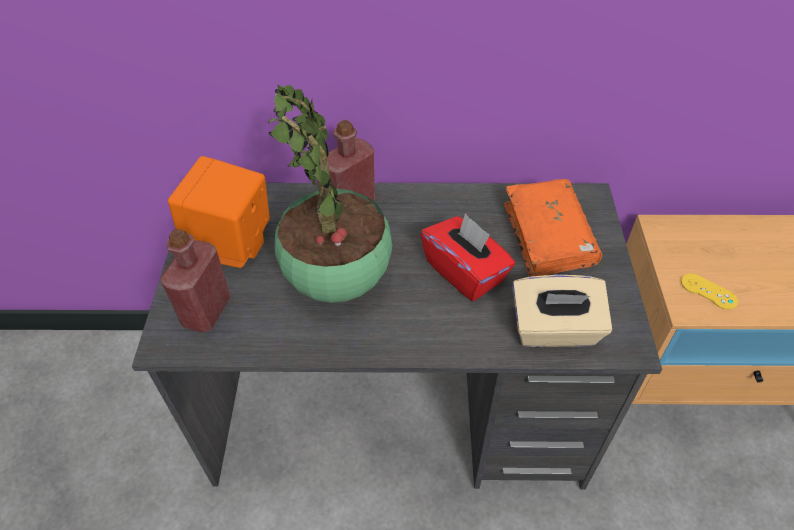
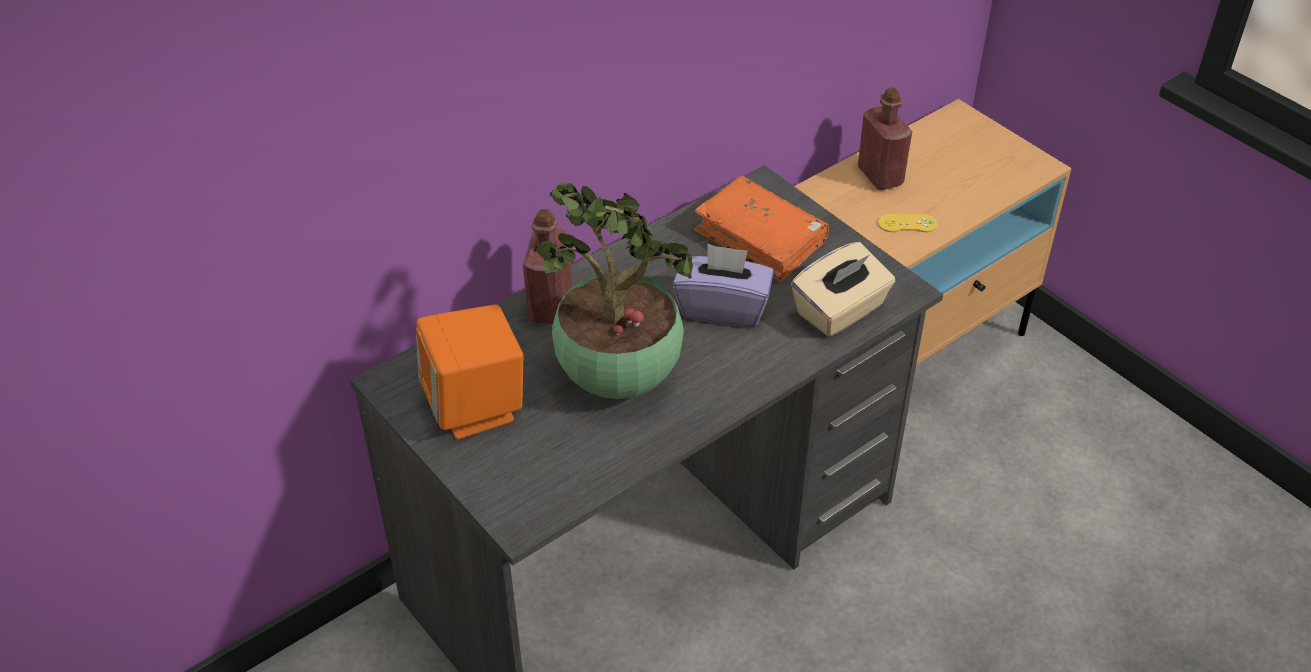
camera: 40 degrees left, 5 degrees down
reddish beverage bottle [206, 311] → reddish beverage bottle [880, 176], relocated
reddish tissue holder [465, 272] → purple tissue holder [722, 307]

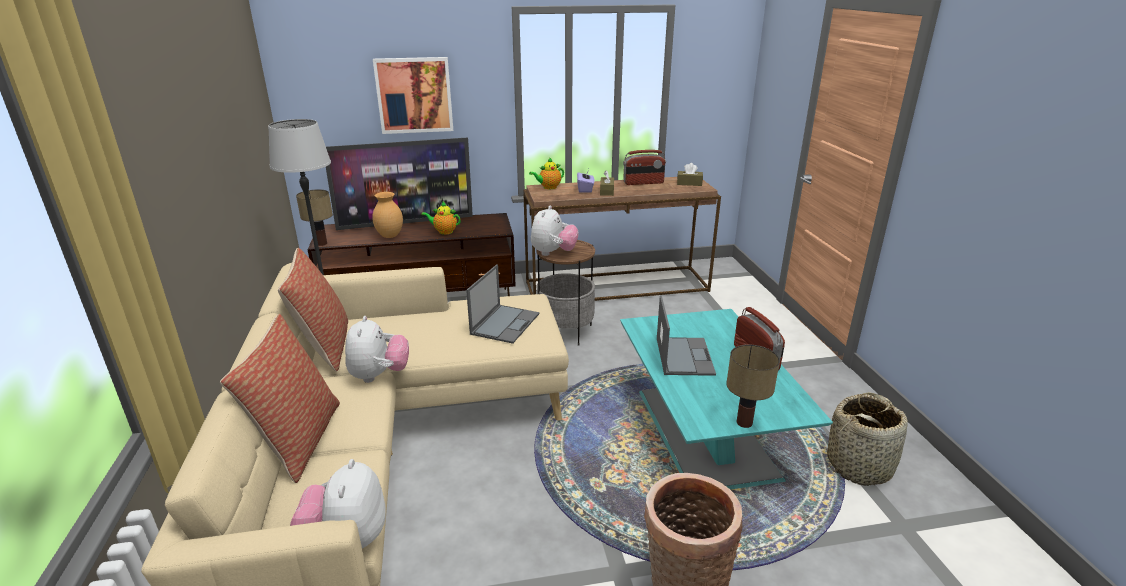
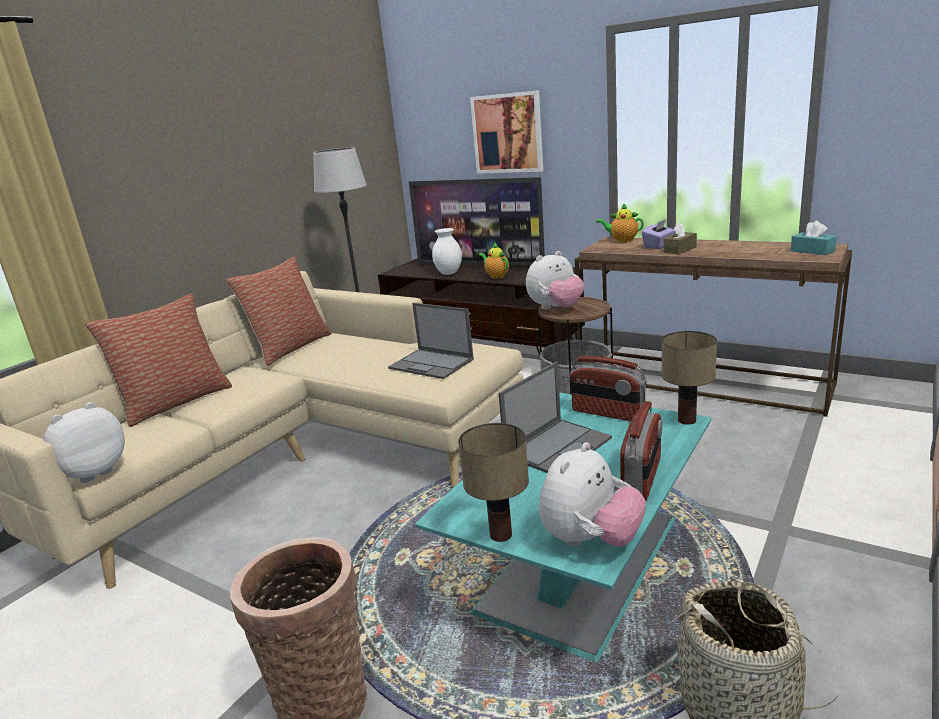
camera: 45 degrees right, 5 degrees down
lamp for a table [322, 243] → lamp for a table [688, 420], relocated
soft toy [379, 375] → soft toy [591, 540], relocated
brown-coloured vase [390, 236] → whitish vase [449, 273]
notebook computer [505, 323] → notebook computer [432, 364], 60 degrees clockwise
radio receiver [643, 183] → radio receiver [607, 413], relocated
brown-coloured tissue holder [689, 183] → blue-green tissue holder [812, 251]

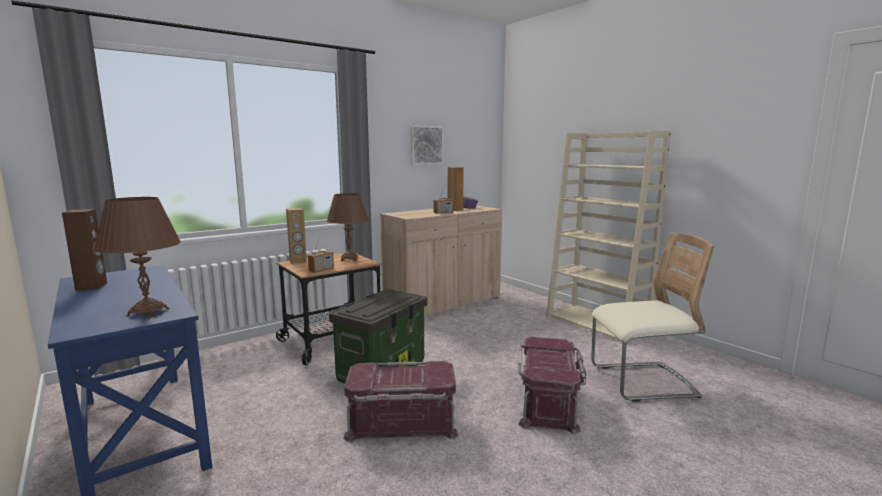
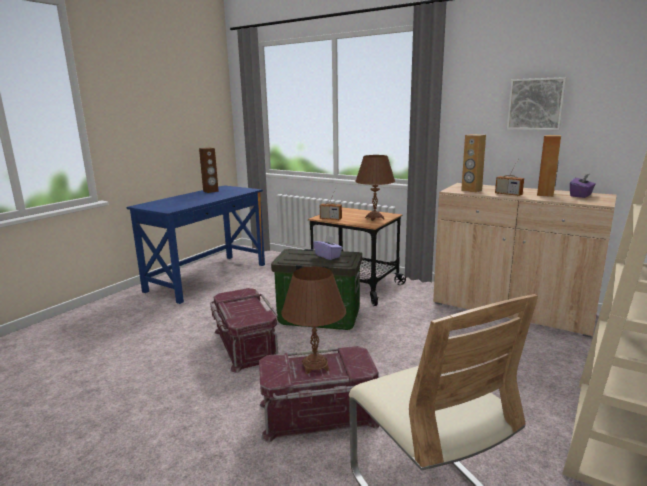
camera: 70 degrees right, 5 degrees up
brown-coloured lamp for a table [148, 312] → brown-coloured lamp for a table [315, 366], relocated
brown-coloured speaker [298, 261] → brown-coloured speaker [471, 190], relocated
- → purple tissue holder [328, 256]

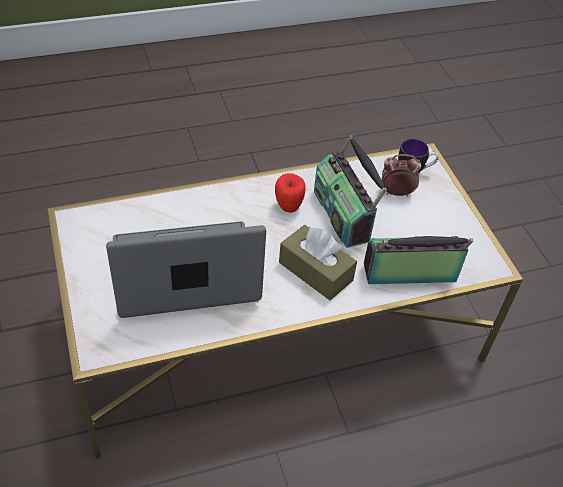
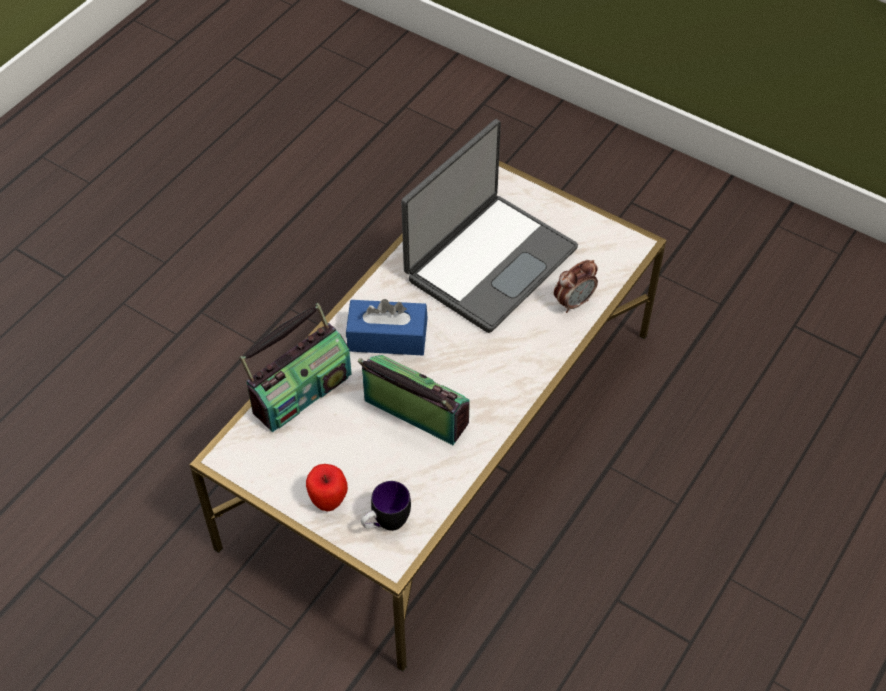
camera: 145 degrees right, 5 degrees up
whole apple [288, 207] → whole apple [328, 501], relocated
brown-coloured tissue holder [315, 271] → blue tissue holder [387, 337]
alarm clock [396, 192] → alarm clock [574, 302], relocated

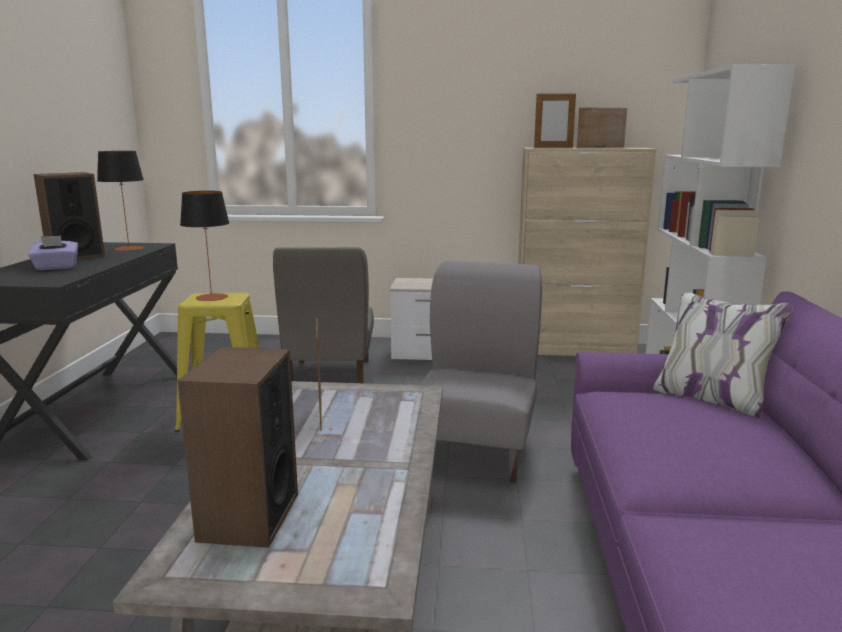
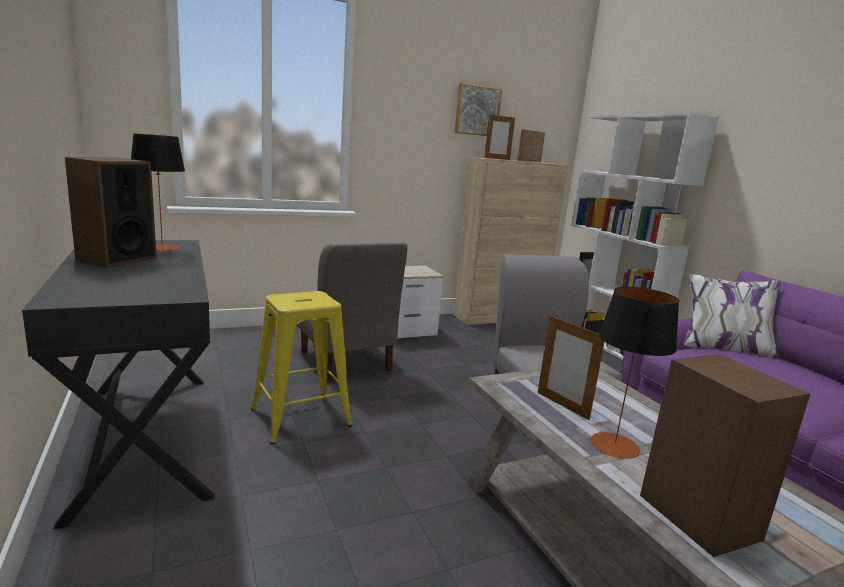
camera: 30 degrees left, 0 degrees up
purple tissue holder [56, 267] → -
lamp for a table [211, 297] → lamp for a table [614, 445], relocated
- → picture [477, 110]

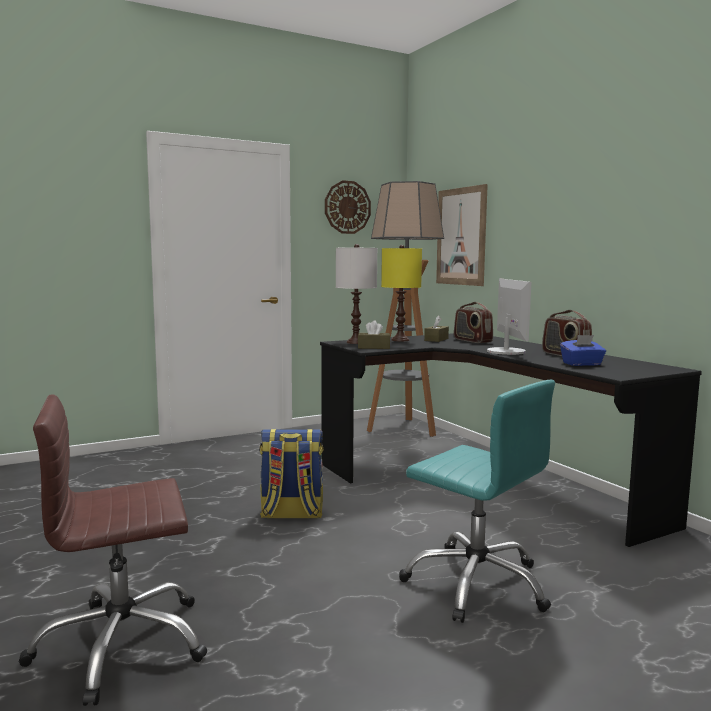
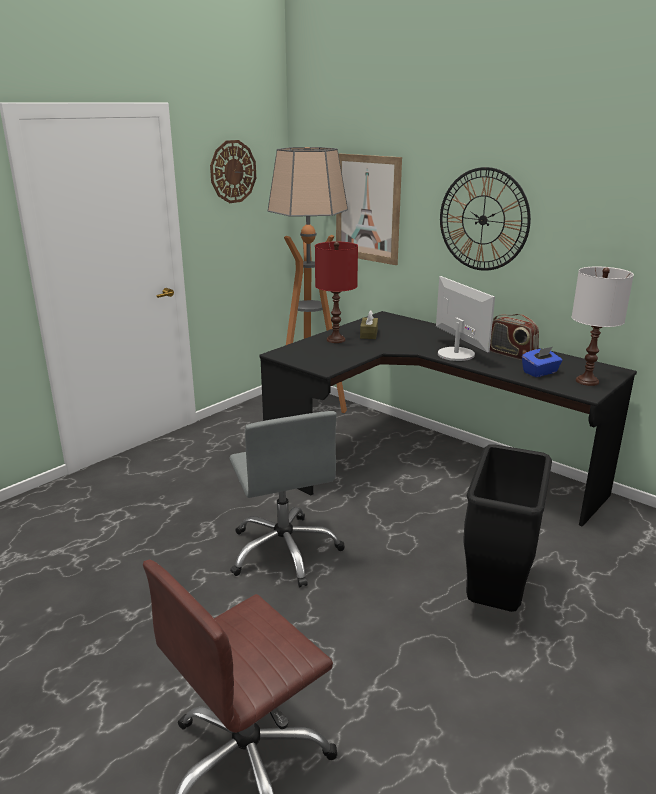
camera: 20 degrees left, 15 degrees up
rucksack [291, 514] → grey computer chair [285, 551]
whitish lamp for a table [356, 342] → whitish lamp for a table [587, 381], relocated
brown-coloured tissue holder [374, 347] → -
yellow lamp for a table [400, 340] → reddish lamp for a table [336, 340]
blue-green computer chair [476, 583] → black-coloured trash can [496, 599]
radio receiver [472, 341] → -
- → hanging clock [483, 220]

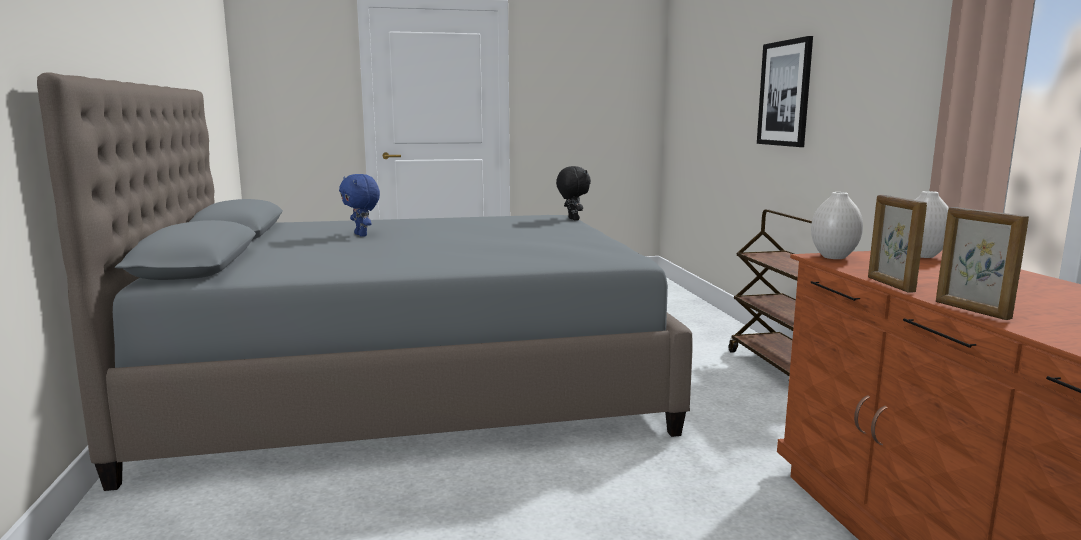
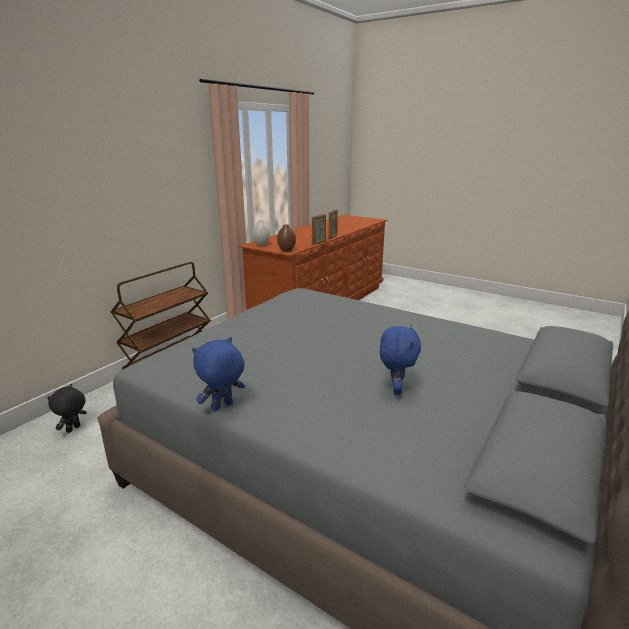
camera: 135 degrees left, 10 degrees up
black-coloured soft toy [572, 219] → black-coloured soft toy [74, 429], relocated
picture [785, 93] → -
whitish vase [833, 257] → brown-coloured vase [286, 250]
- → blue soft toy [222, 407]

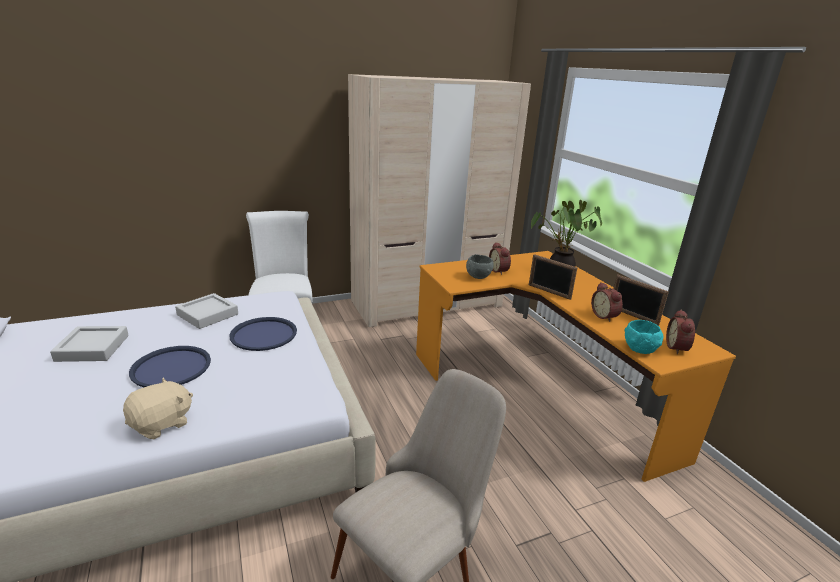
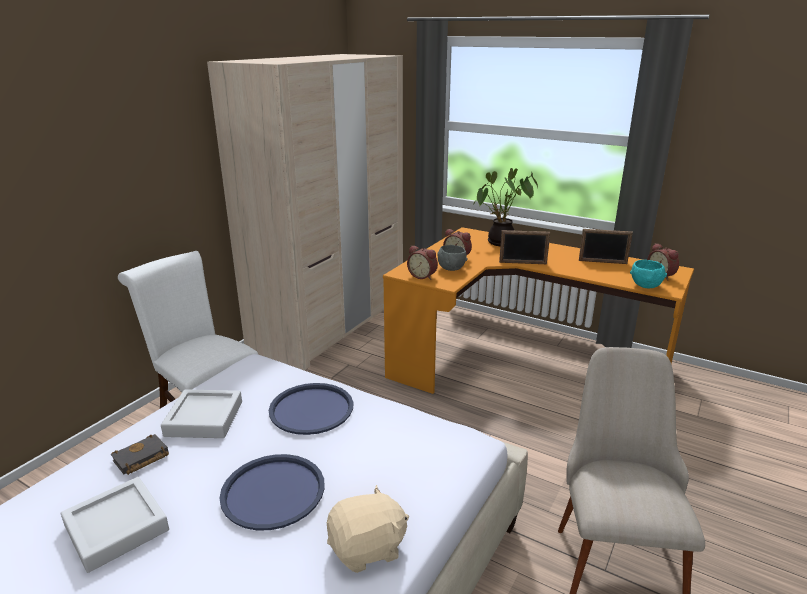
camera: 35 degrees left, 0 degrees up
sand-coloured soft toy [162, 424] → sand-coloured soft toy [367, 548], 60 degrees clockwise
alarm clock [605, 316] → alarm clock [423, 276], relocated
- → black-coloured book [140, 459]

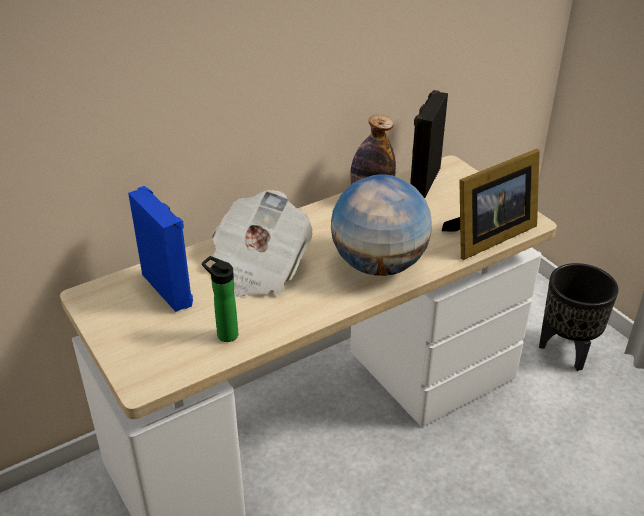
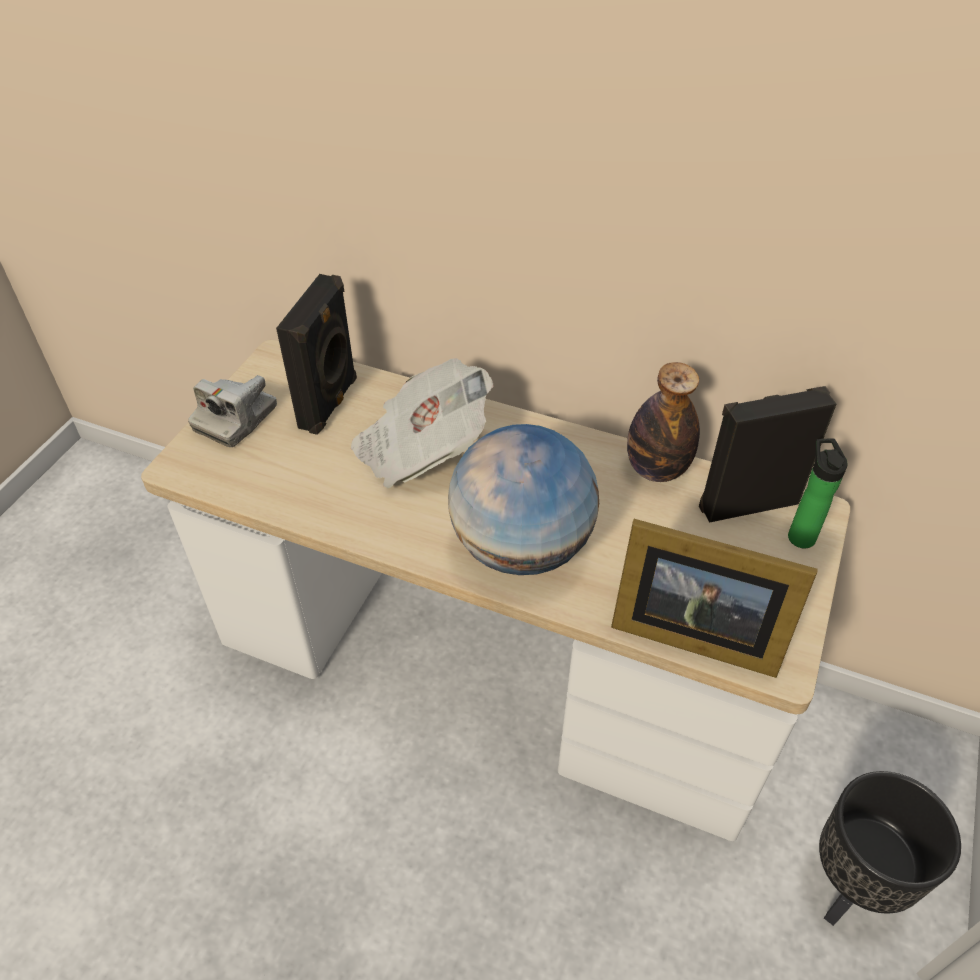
camera: 55 degrees right, 10 degrees up
blue speaker [169, 289] → black-coloured speaker [330, 403]
beverage bottle [225, 334] → beverage bottle [800, 534], relocated
- → photo camera [236, 419]

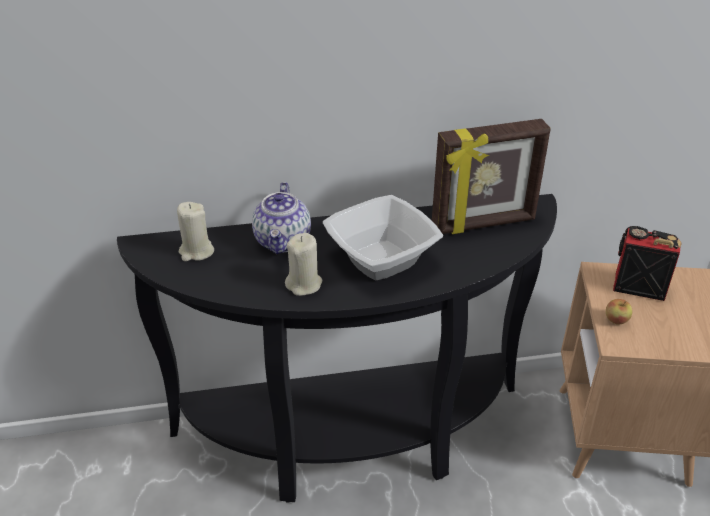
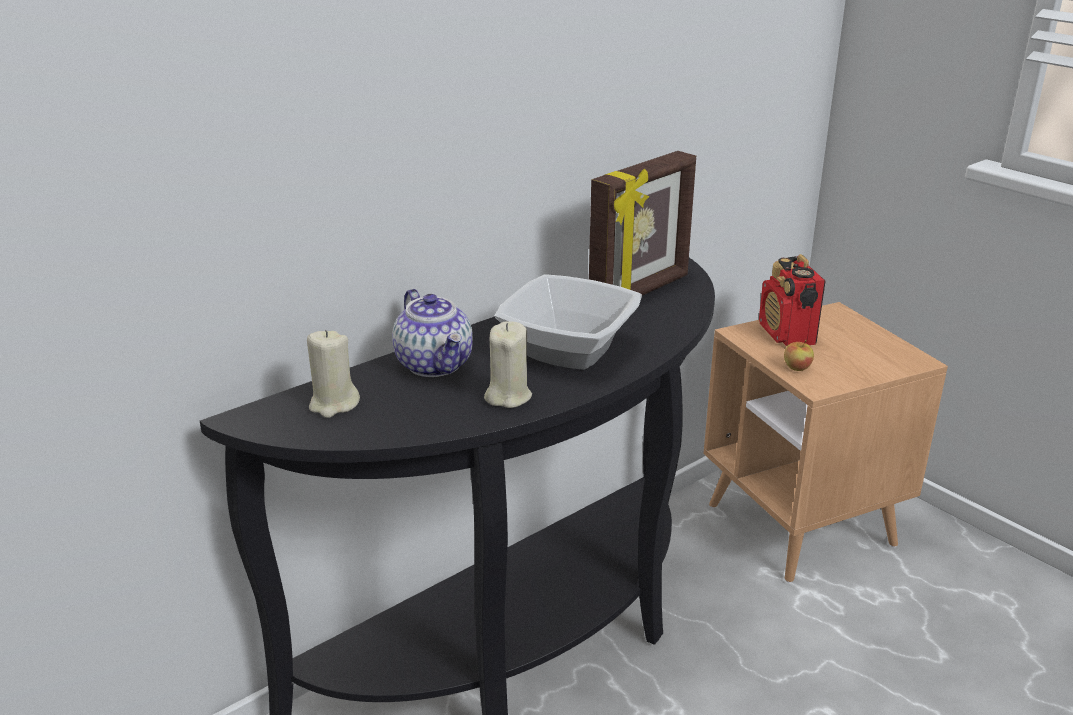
camera: 30 degrees left, 10 degrees down
radio receiver [637, 286] → radio receiver [787, 334], 90 degrees counterclockwise

